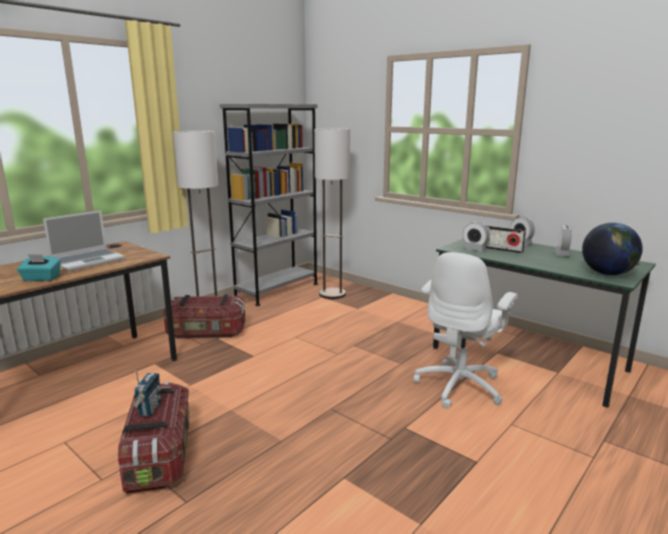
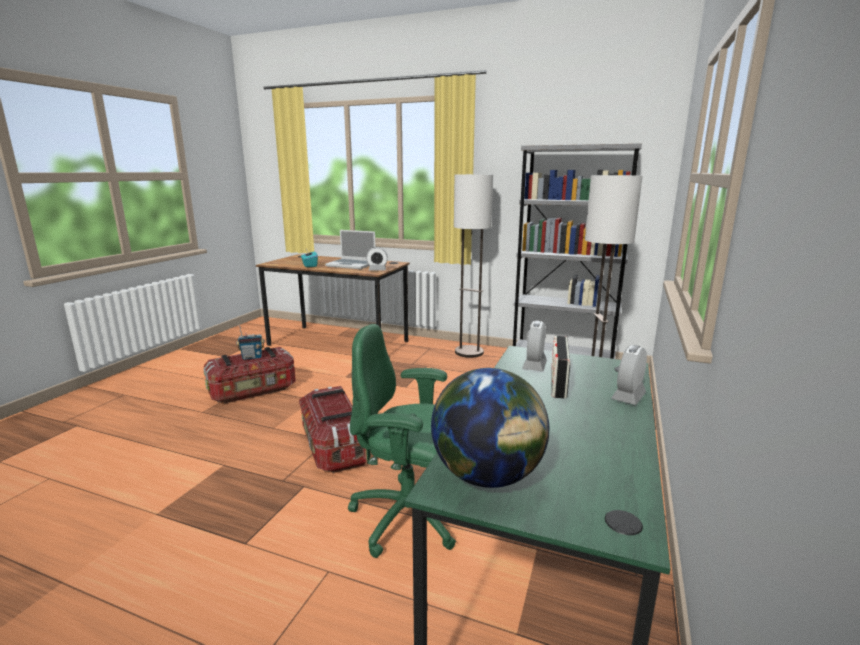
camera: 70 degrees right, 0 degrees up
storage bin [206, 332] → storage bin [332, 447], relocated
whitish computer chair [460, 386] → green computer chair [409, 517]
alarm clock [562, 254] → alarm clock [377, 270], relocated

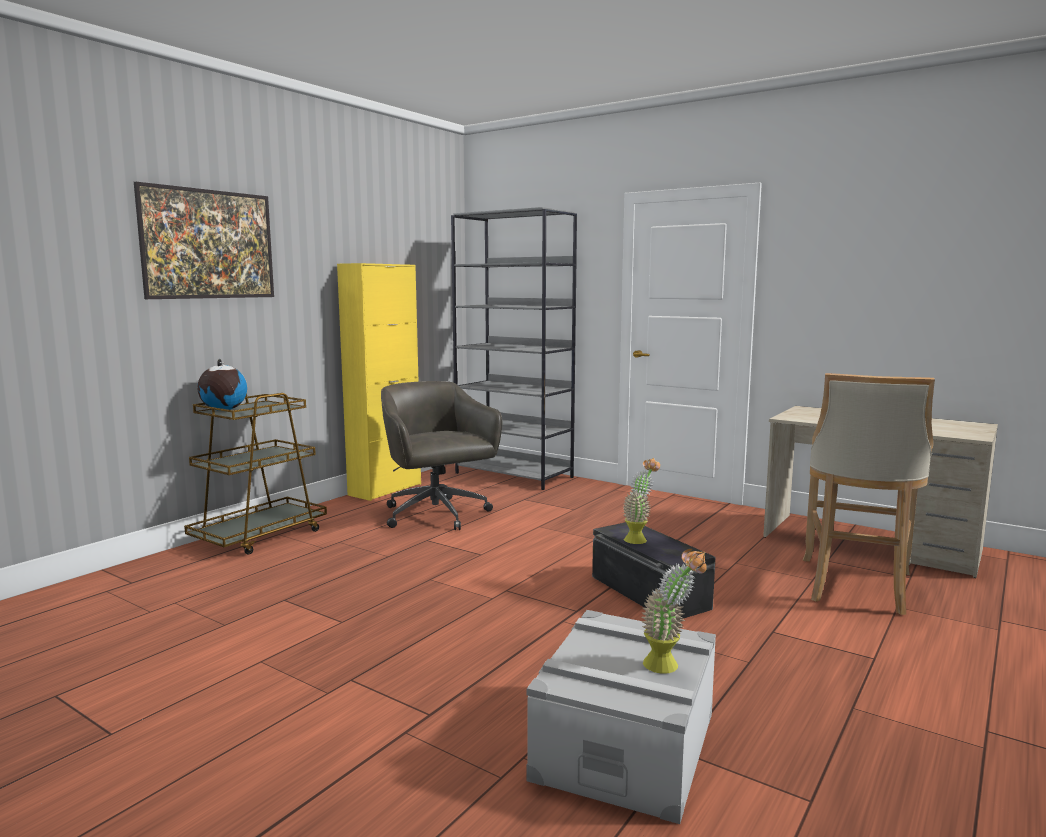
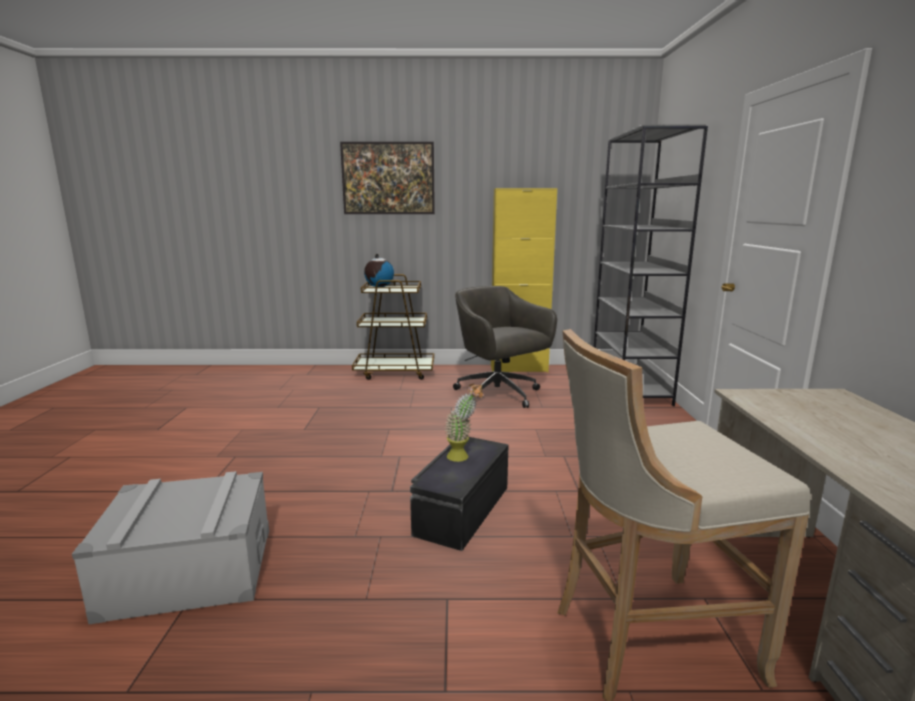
camera: 55 degrees right, 5 degrees up
grey computer chair [437, 515] → grey computer chair [499, 395], 60 degrees counterclockwise
potted plant [670, 666] → -

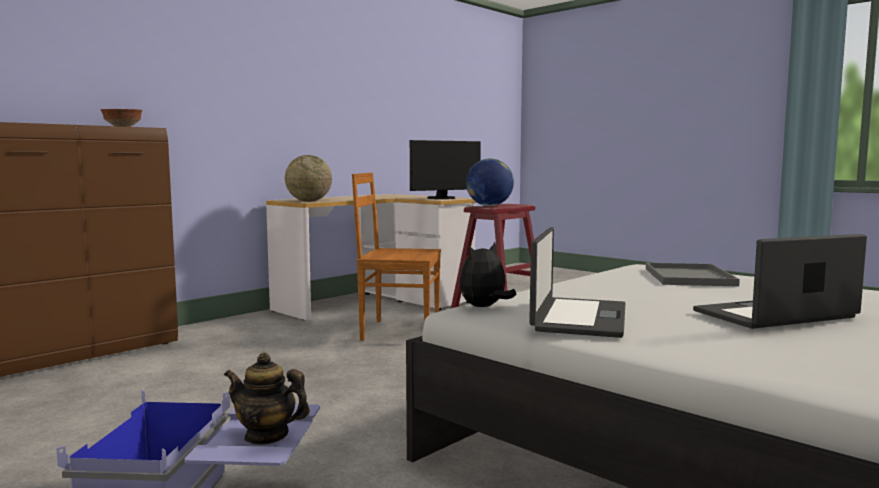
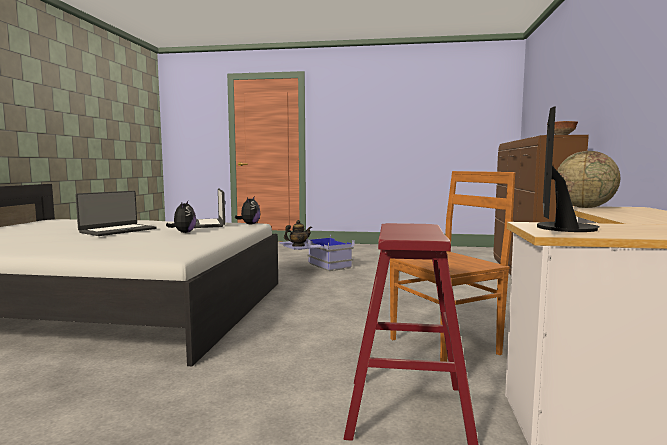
camera: 145 degrees right, 0 degrees up
globe [489, 206] → -
grey carrying tray [687, 276] → -
- → soft toy [183, 232]

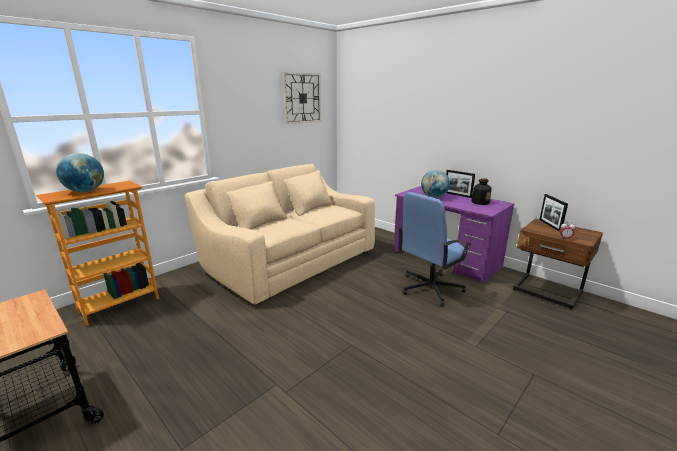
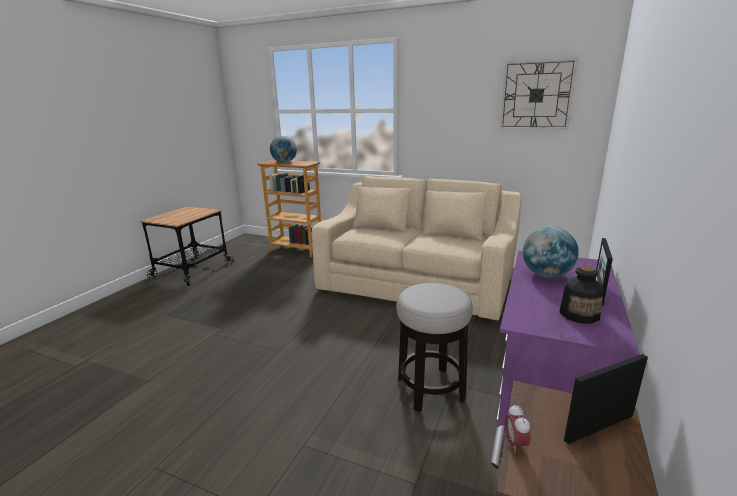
camera: 70 degrees right, 0 degrees up
blue computer chair [430, 288] → stool seat [430, 389]

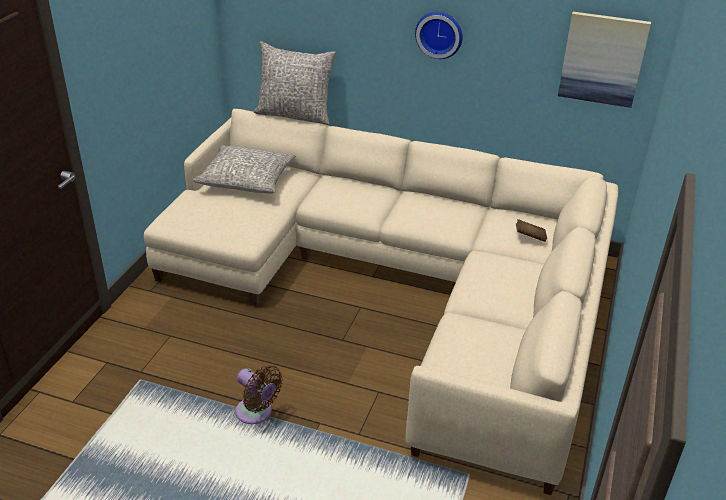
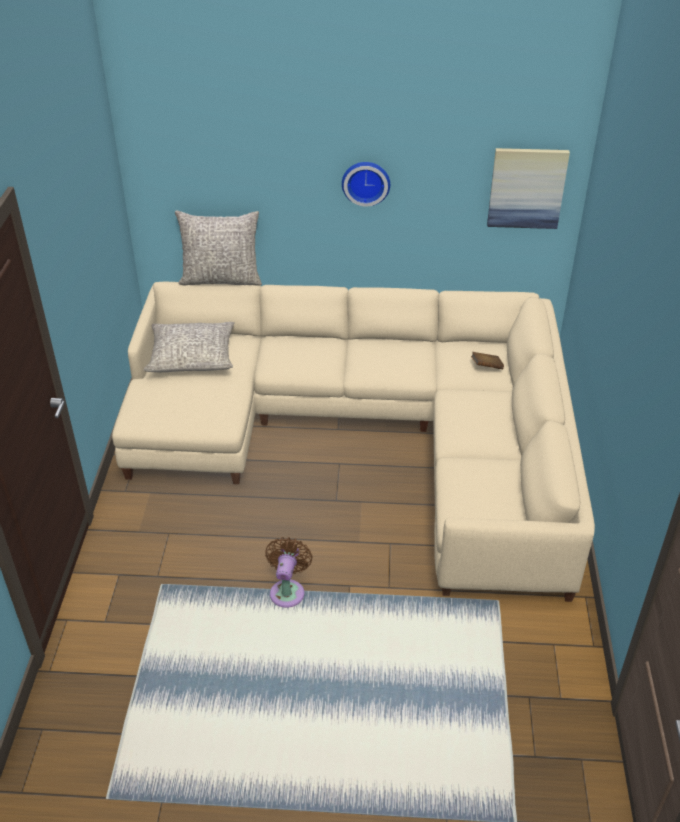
camera: 15 degrees left, 5 degrees up
brown-coloured cooling fan [256, 413] → brown-coloured cooling fan [288, 590], 105 degrees counterclockwise

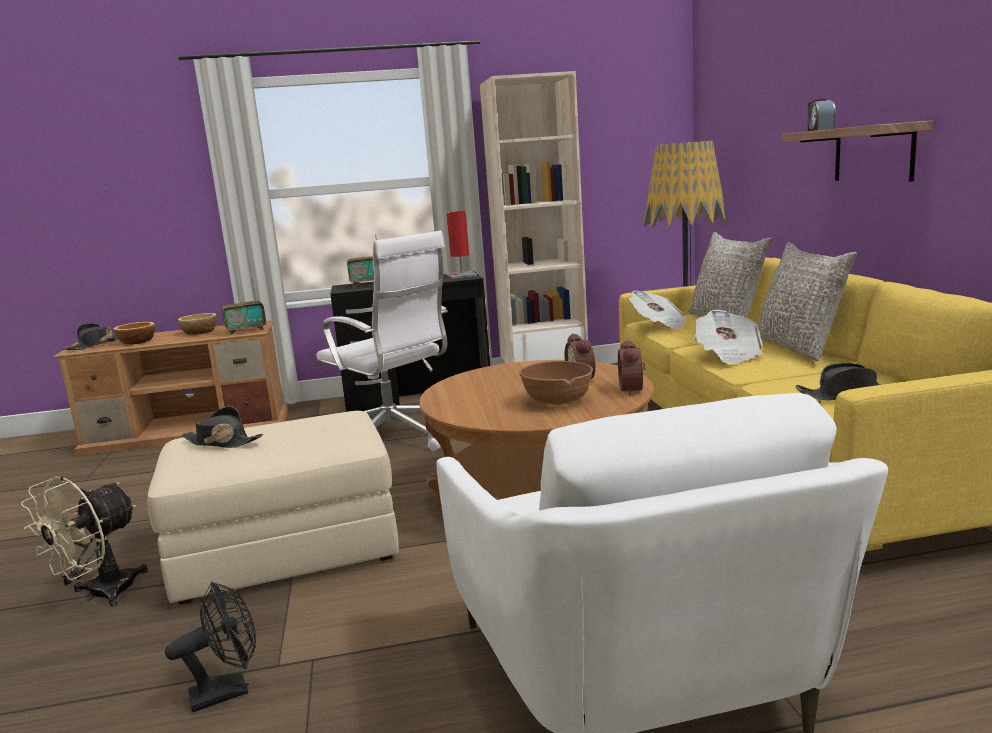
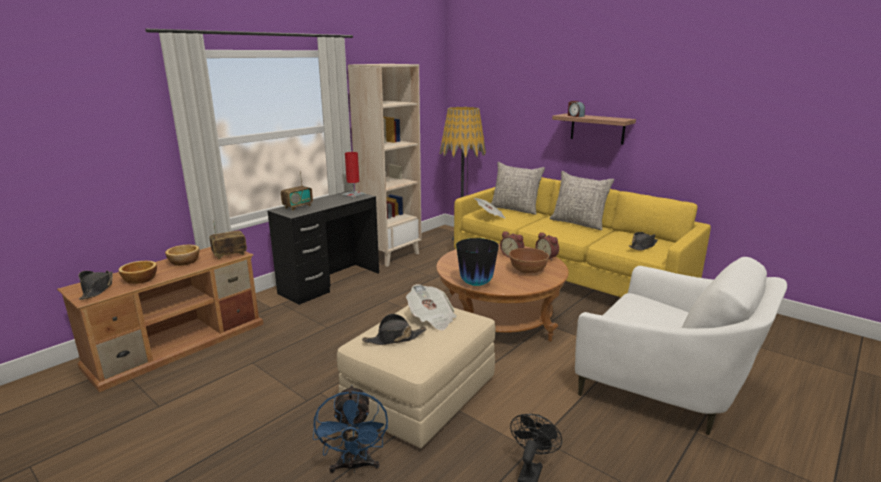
camera: 40 degrees left, 5 degrees up
sand-coloured cooling fan [100, 594] → blue cooling fan [354, 466]
radio receiver [246, 331] → radio receiver [230, 255], 150 degrees counterclockwise
whitish computer chair [395, 438] → -
daily paper [728, 355] → daily paper [431, 319], relocated
- → vase [476, 284]

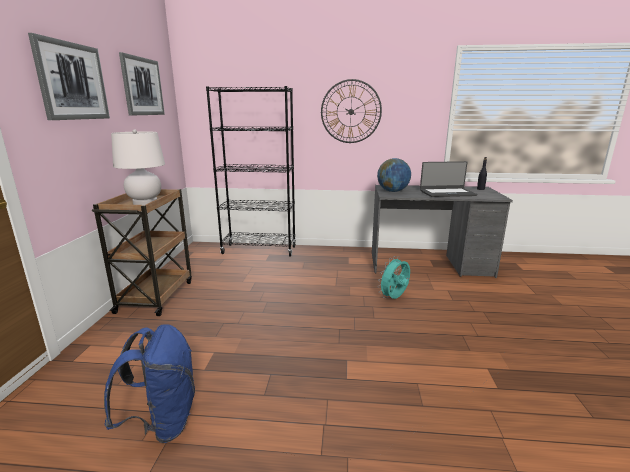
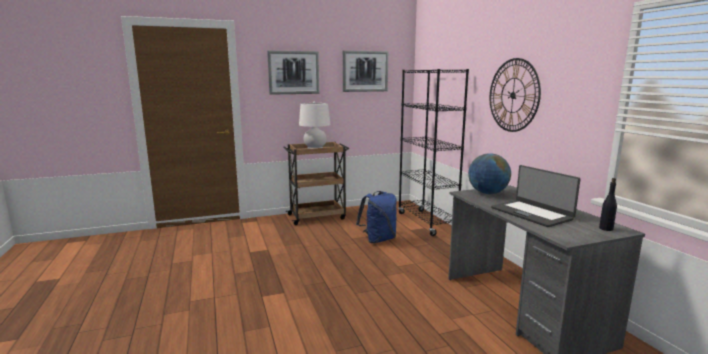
camera: 65 degrees right, 5 degrees down
blue rucksack [163, 422] → blue rucksack [378, 239], relocated
blue-green cooling fan [394, 298] → -

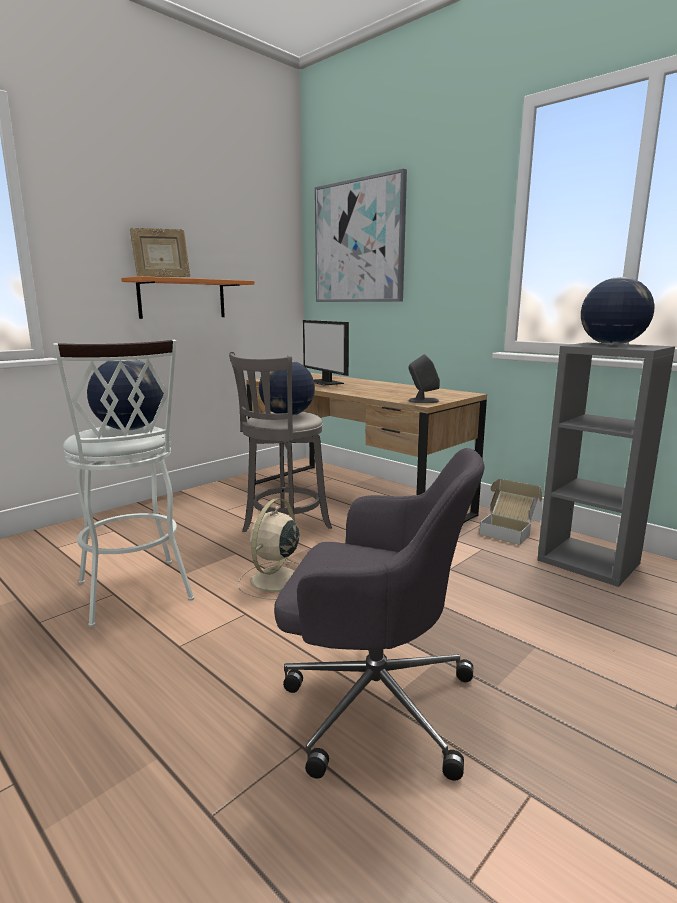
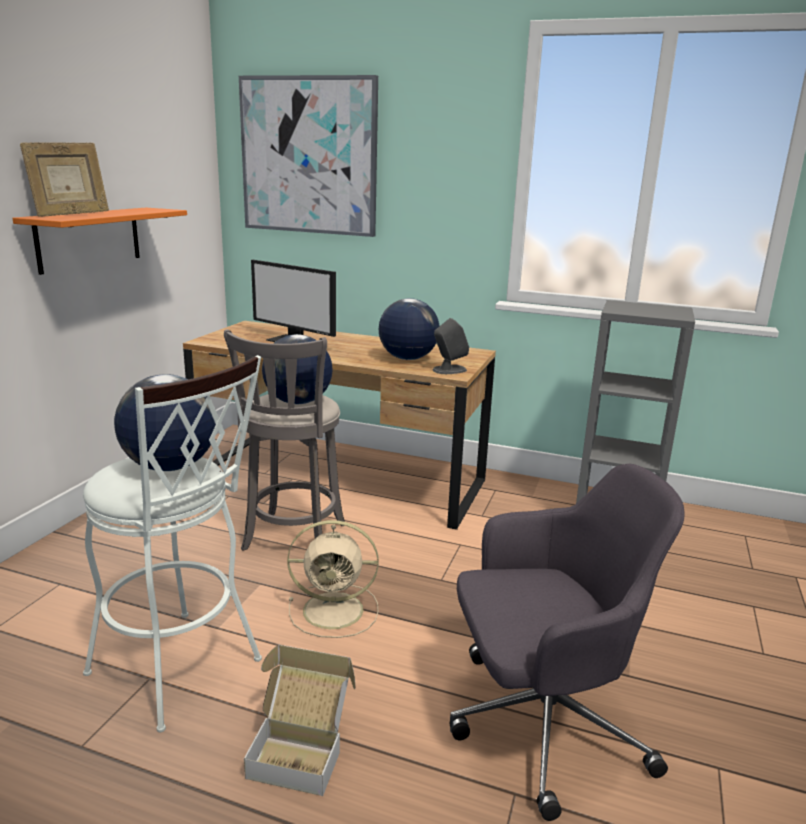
camera: 25 degrees left, 5 degrees up
sand-coloured cooling fan [274, 581] → sand-coloured cooling fan [336, 610], 90 degrees counterclockwise
packing box [508, 531] → packing box [301, 748], relocated
globe [611, 344] → globe [407, 358], relocated

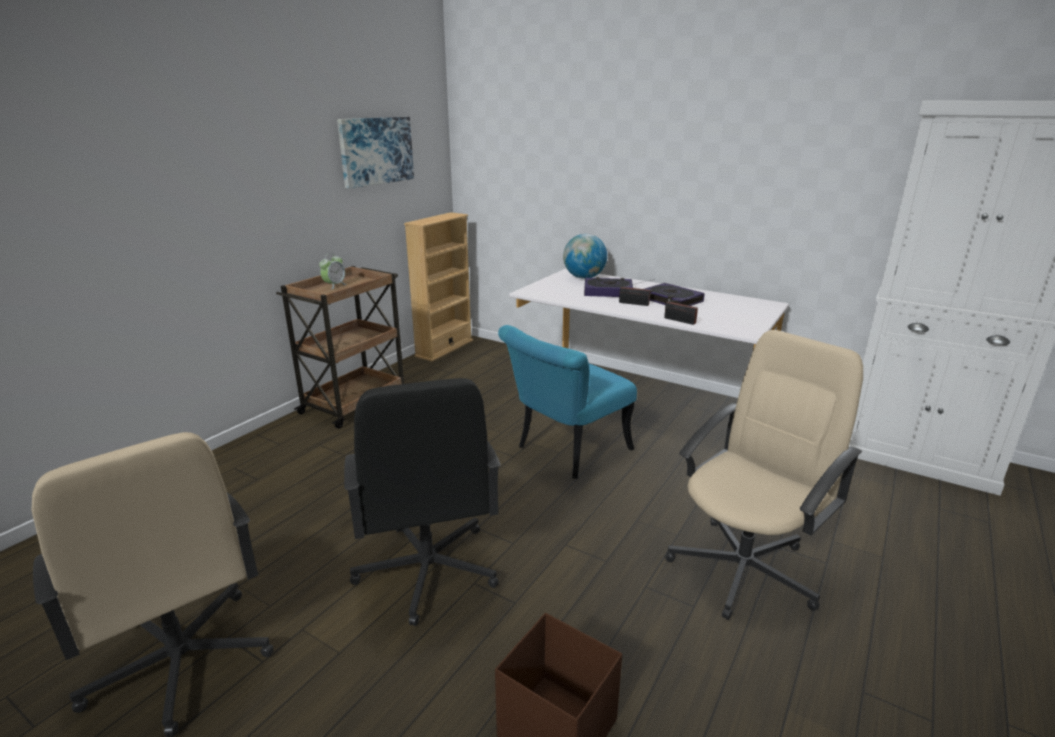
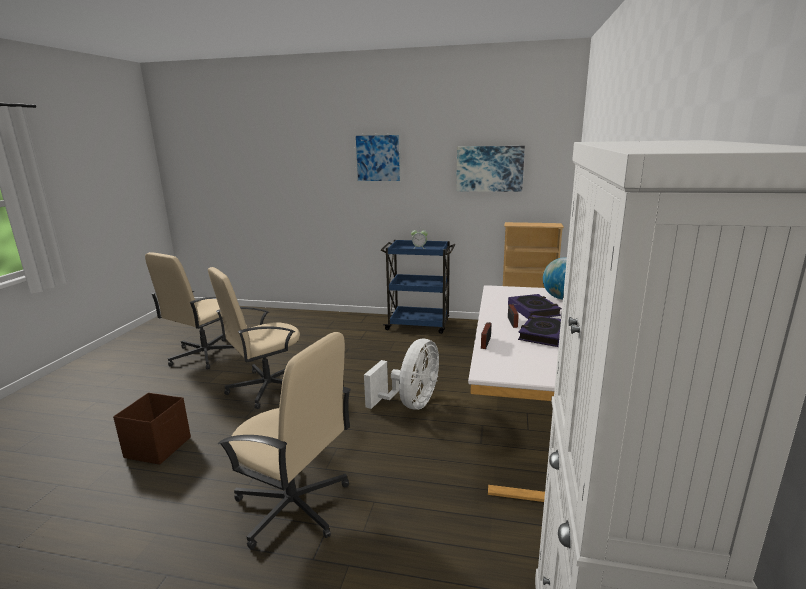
camera: 70 degrees right, 5 degrees down
brown-coloured trolley [355, 402] → blue trolley [419, 325]
black-coloured computer chair [427, 571] → sand-coloured computer chair [266, 387]
blue-green chair [565, 452] → whitish cooling fan [410, 403]
- → picture [378, 158]

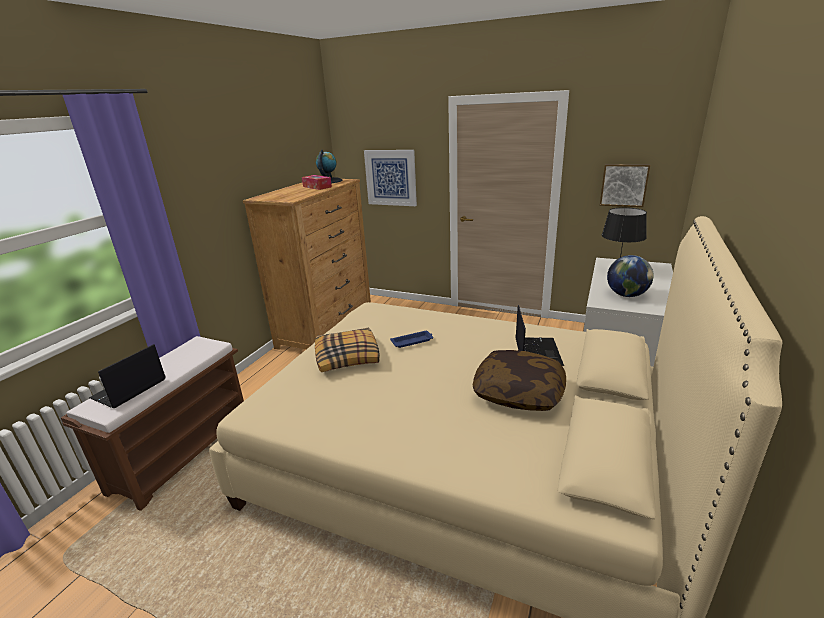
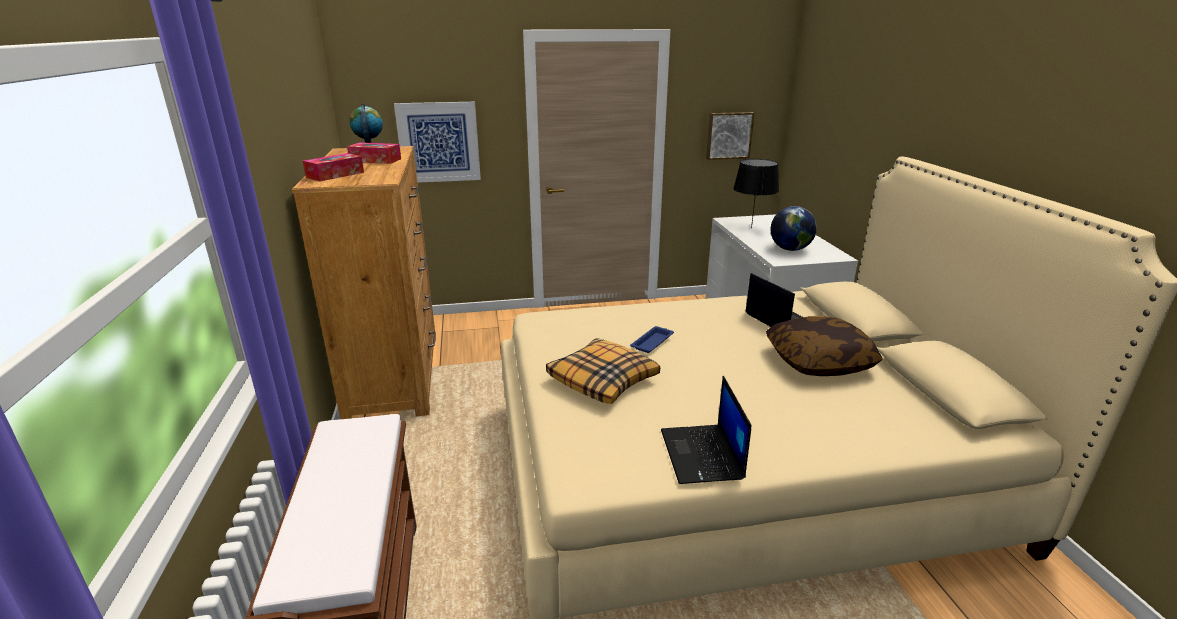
camera: 35 degrees left, 0 degrees up
notebook computer [128, 389] → notebook computer [702, 455], relocated
- → tissue holder [335, 175]

